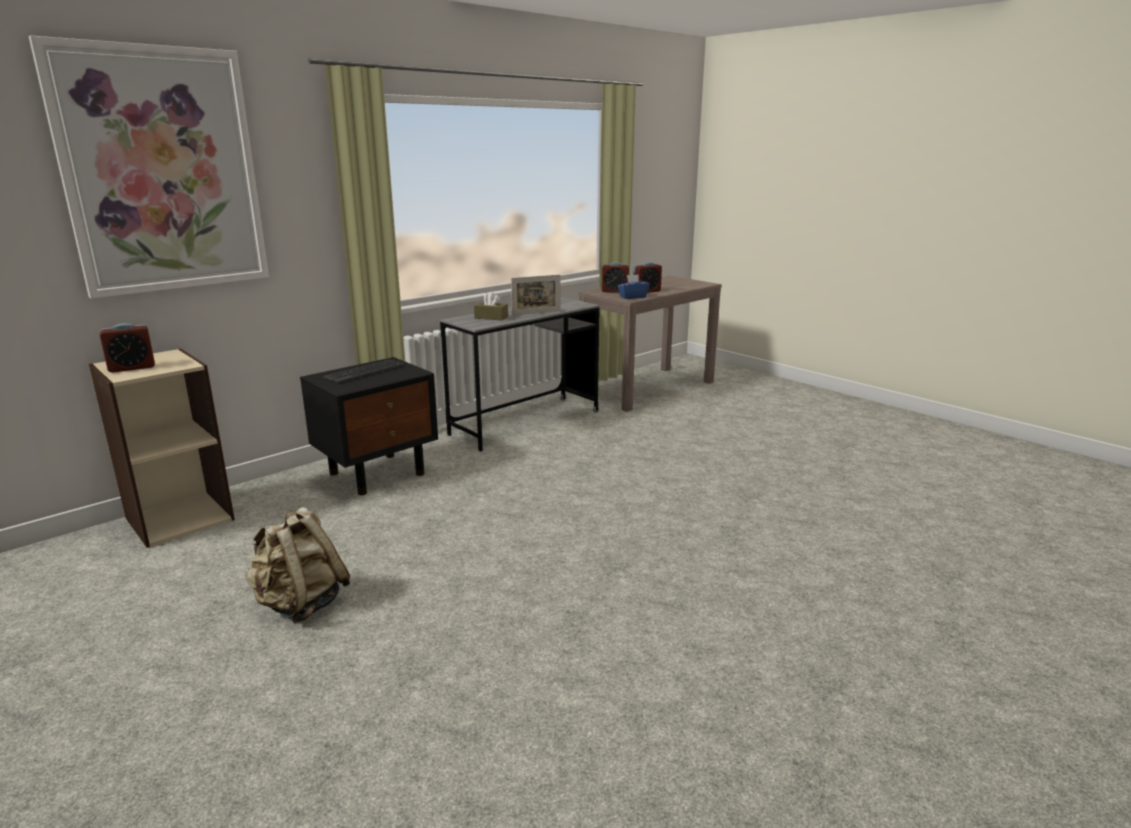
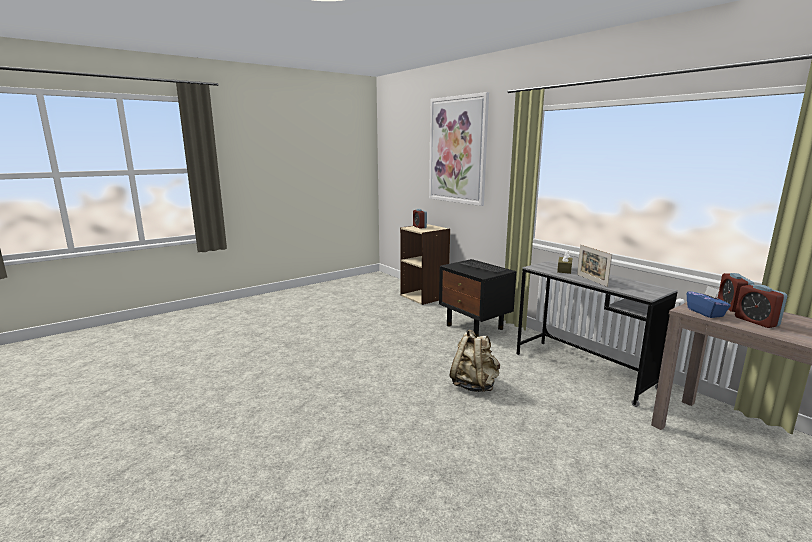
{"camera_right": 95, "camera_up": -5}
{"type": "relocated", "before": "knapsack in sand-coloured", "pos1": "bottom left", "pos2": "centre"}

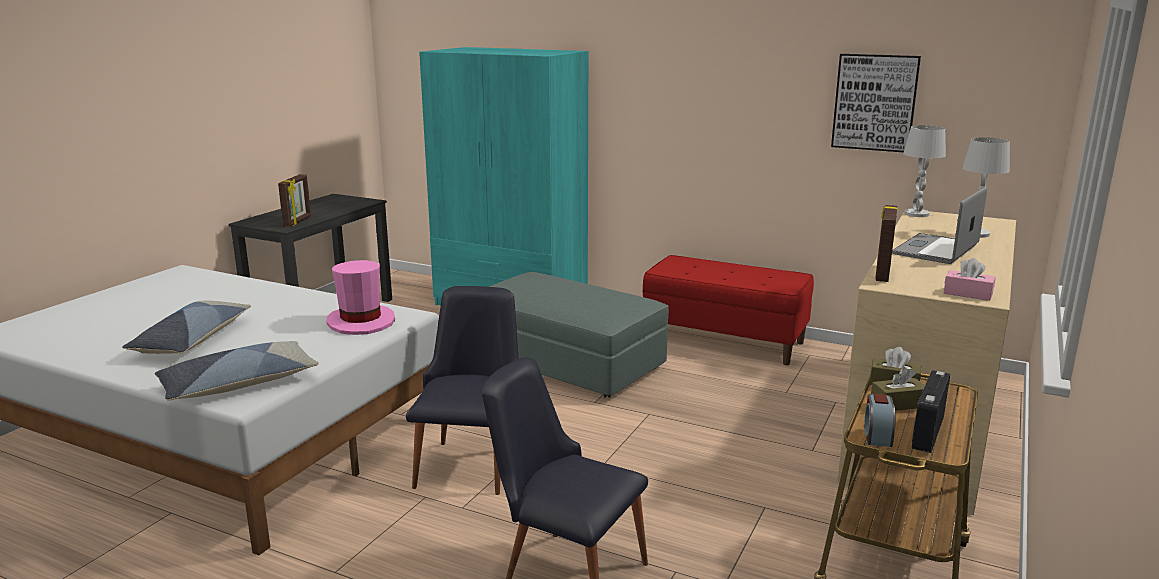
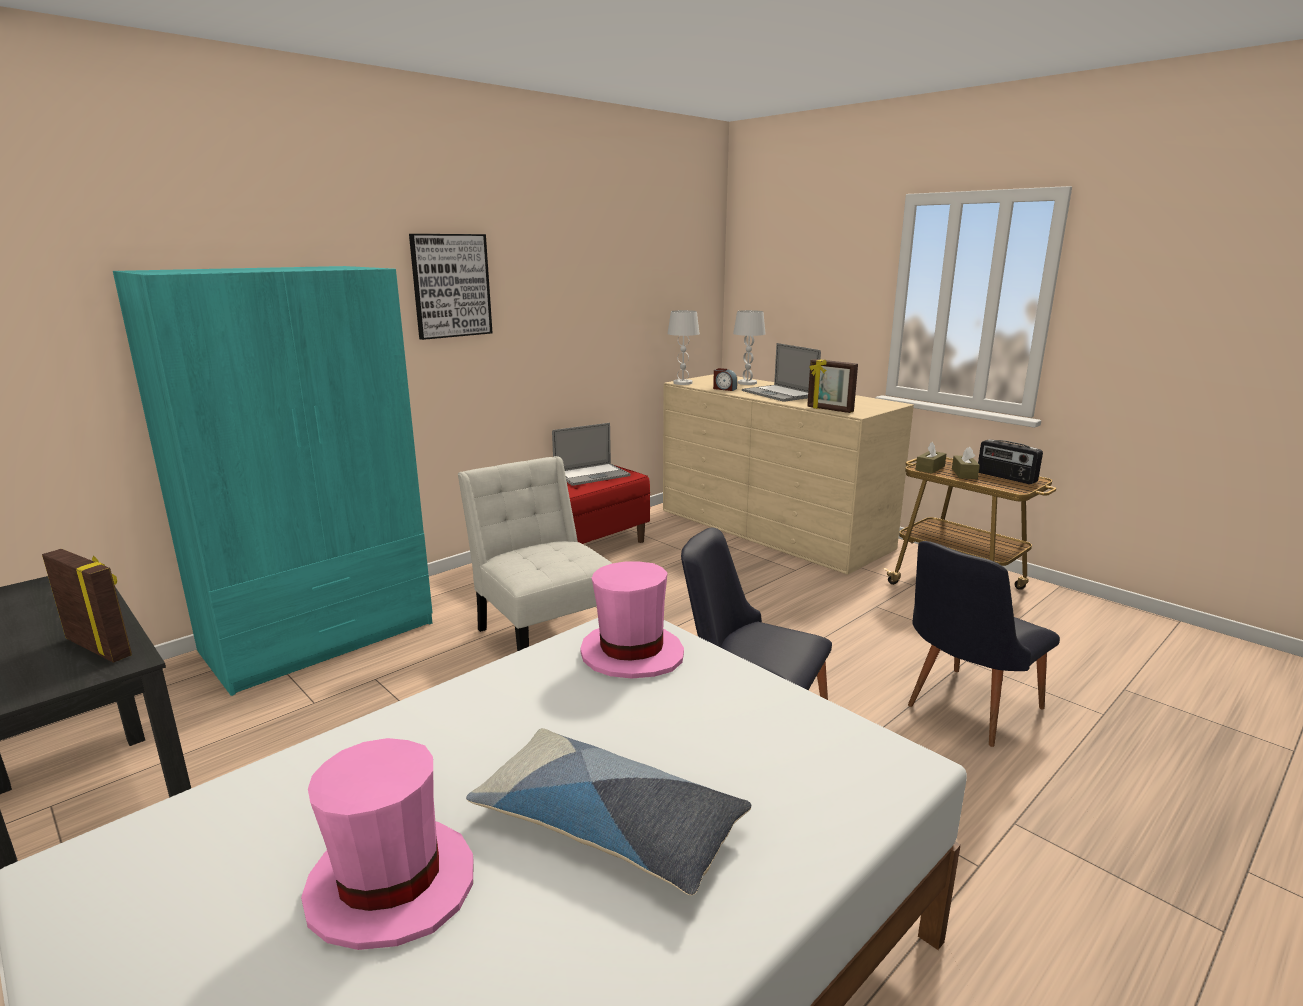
{"camera_right": -70, "camera_up": 0}
{"type": "missing", "before": "pillow (no. 2 from left)", "pos1": "middle left"}
{"type": "exchanged", "before": "ottoman in grey", "after": "chair in white-coloured", "pos1": "centre", "pos2": "centre"}
{"type": "relocated", "before": "wall art", "pos1": "top right", "pos2": "top centre"}
{"type": "relocated", "before": "bedside clock", "pos1": "bottom right", "pos2": "centre"}
{"type": "missing", "before": "tissue box in pink", "pos1": "middle right"}
{"type": "appeared", "after": "clothing hat in pink (no. 1 from left)", "pos2": "bottom left"}
{"type": "appeared", "after": "notebook computer (no. 1 from left)", "pos2": "centre"}

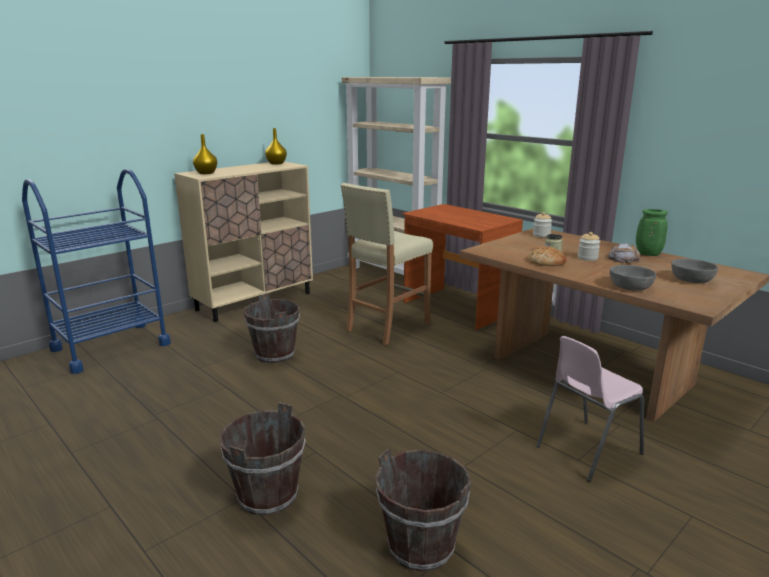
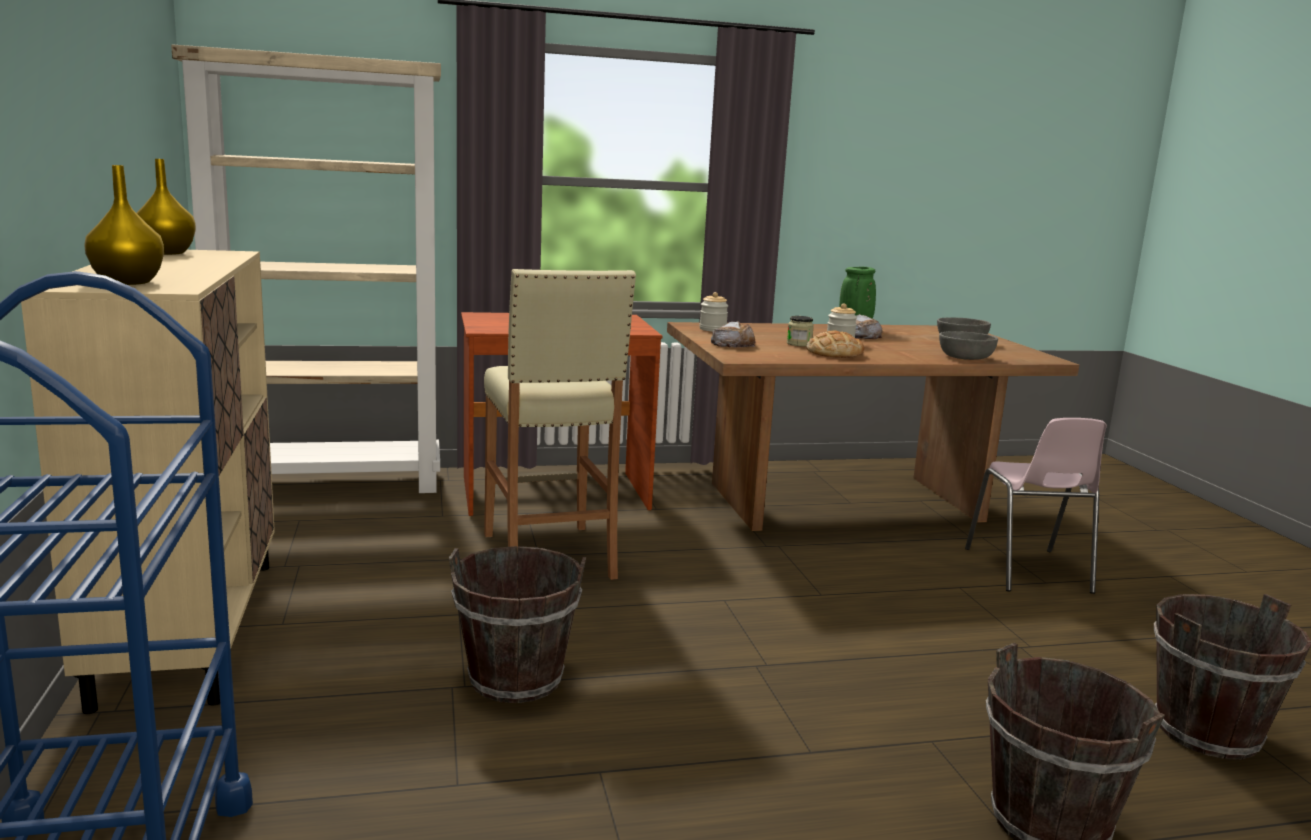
{"camera_right": -60, "camera_up": -5}
{"type": "appeared", "after": "bread (no. 1 from left)", "pos2": "centre"}

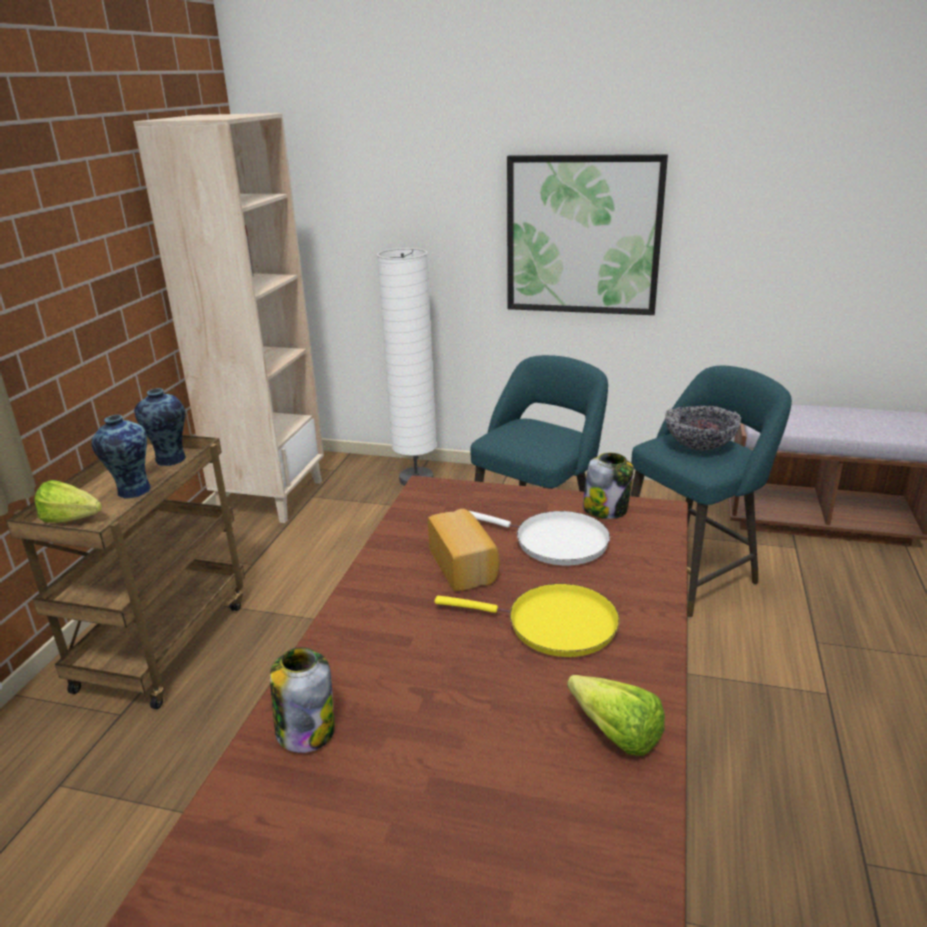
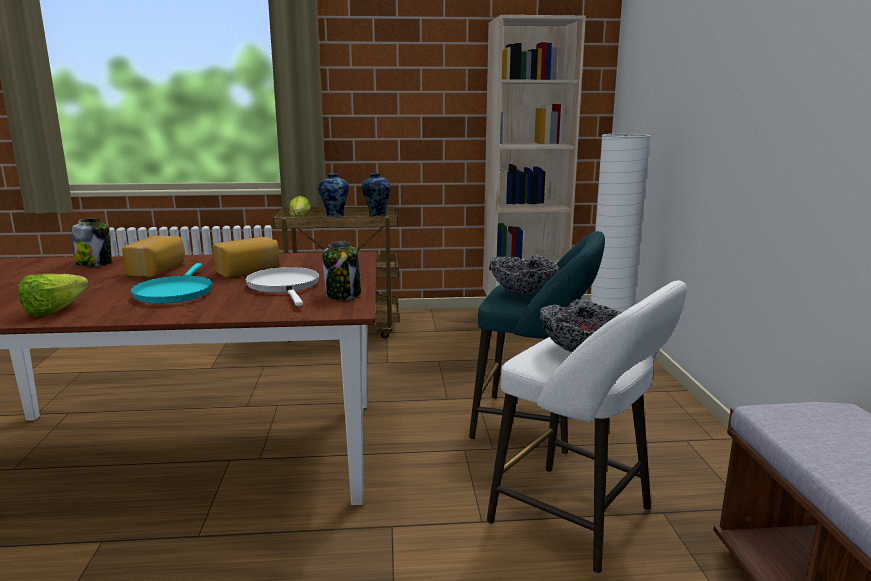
{"camera_right": 70, "camera_up": -10}
{"type": "colour", "before": "frying pan in yellowish", "after": "frying pan in turquoise", "pos1": "bottom centre", "pos2": "middle left"}
{"type": "spun", "before": "frying pan in white-coloured", "pos1": "centre", "pos2": "middle left", "turn": 150}
{"type": "missing", "before": "wall art", "pos1": "top centre"}
{"type": "colour", "before": "stool seat in turquoise (no. 2 from left)", "after": "stool seat in white-coloured", "pos1": "middle right", "pos2": "bottom right"}
{"type": "appeared", "after": "bread (no. 1 from left)", "pos2": "middle left"}
{"type": "appeared", "after": "deep dish (no. 1 from left)", "pos2": "centre"}

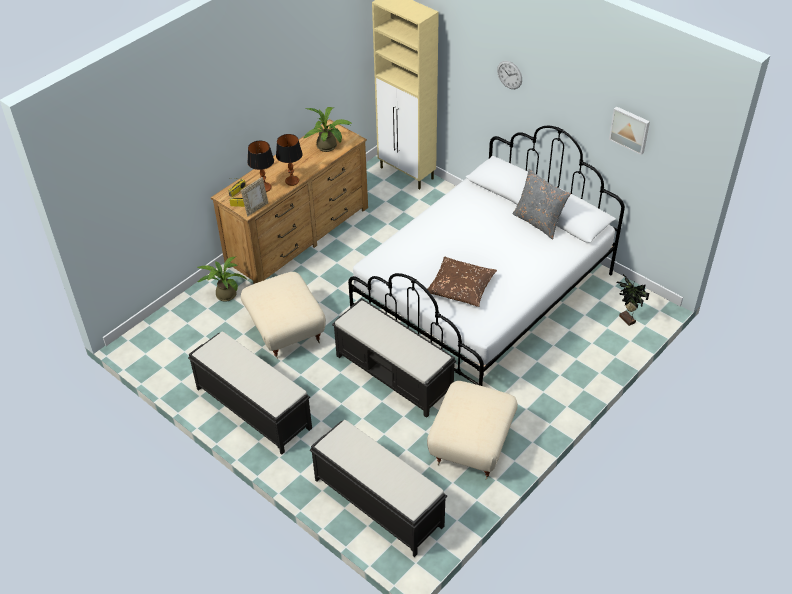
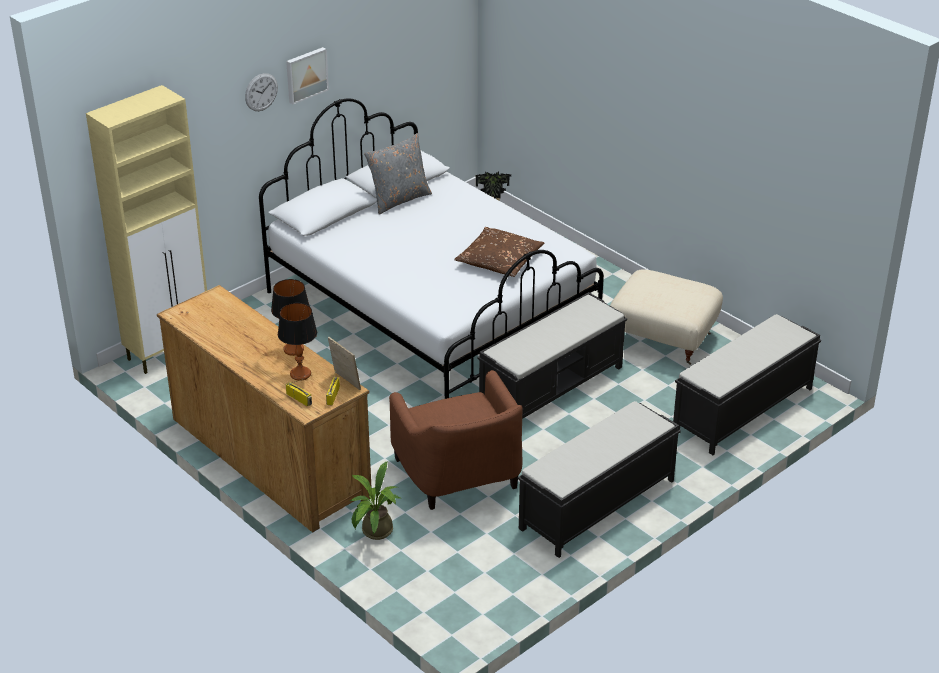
{"camera_right": -85, "camera_up": -10}
{"type": "exchanged", "before": "ottoman in sand-coloured (no. 1 from left)", "after": "armchair in brown", "pos1": "centre", "pos2": "centre"}
{"type": "missing", "before": "plant in a pot (no. 2 from left)", "pos1": "top centre"}
{"type": "relocated", "before": "wall art", "pos1": "top right", "pos2": "top left"}

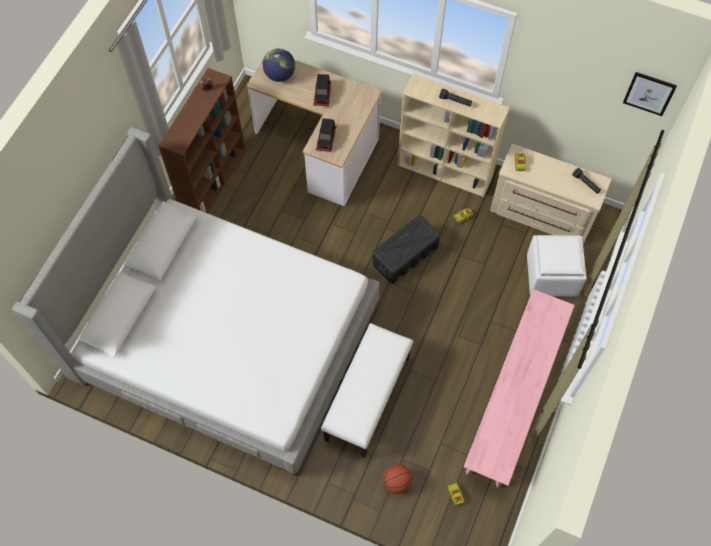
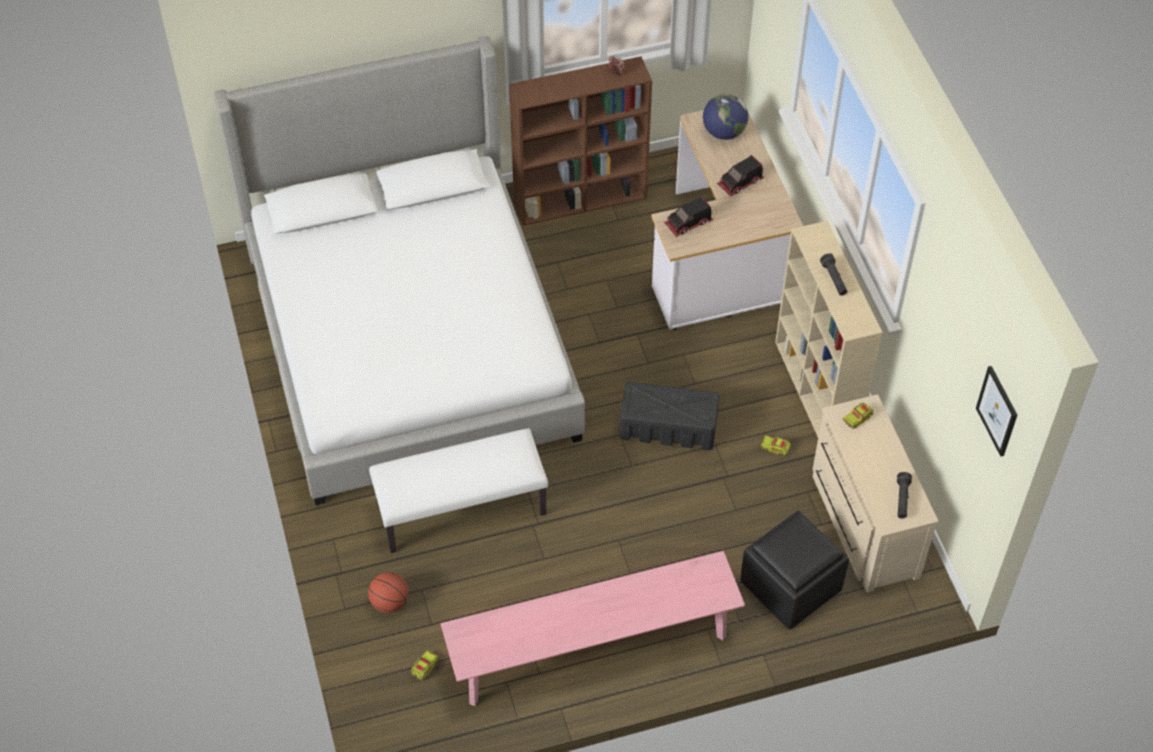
{"camera_right": 50, "camera_up": -10}
{"type": "colour", "before": "ottoman in white-coloured", "after": "ottoman in blackish", "pos1": "middle right", "pos2": "bottom right"}

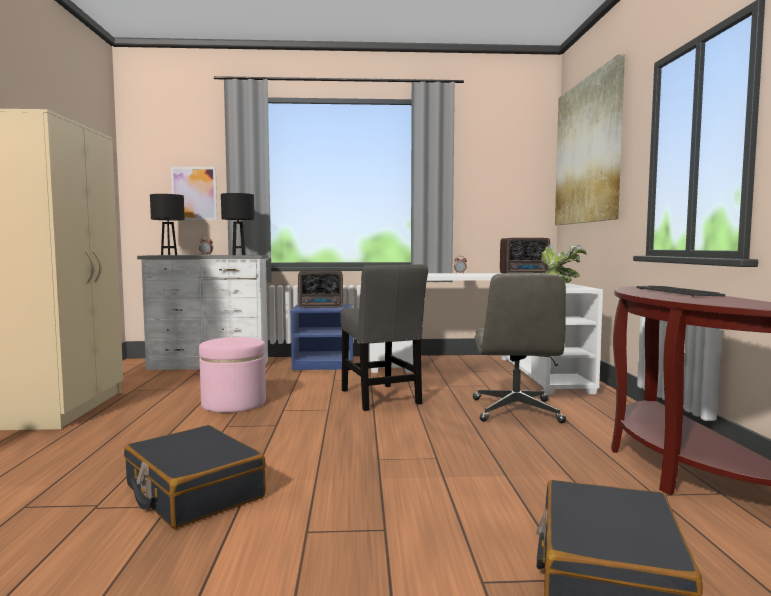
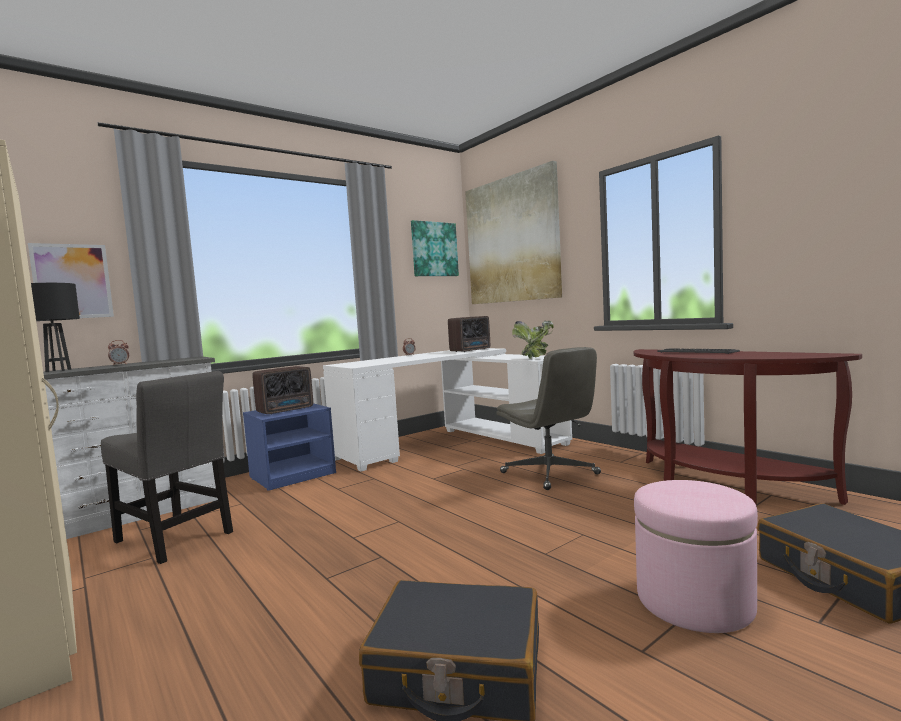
{"camera_right": -35, "camera_up": 0}
{"type": "relocated", "before": "ottoman in pink", "pos1": "middle left", "pos2": "bottom right"}
{"type": "missing", "before": "lamp for a table in blackish (no. 2 from left)", "pos1": "middle left"}
{"type": "relocated", "before": "chair in grey", "pos1": "centre", "pos2": "middle left"}
{"type": "appeared", "after": "wall art (no. 2 from left)", "pos2": "centre"}

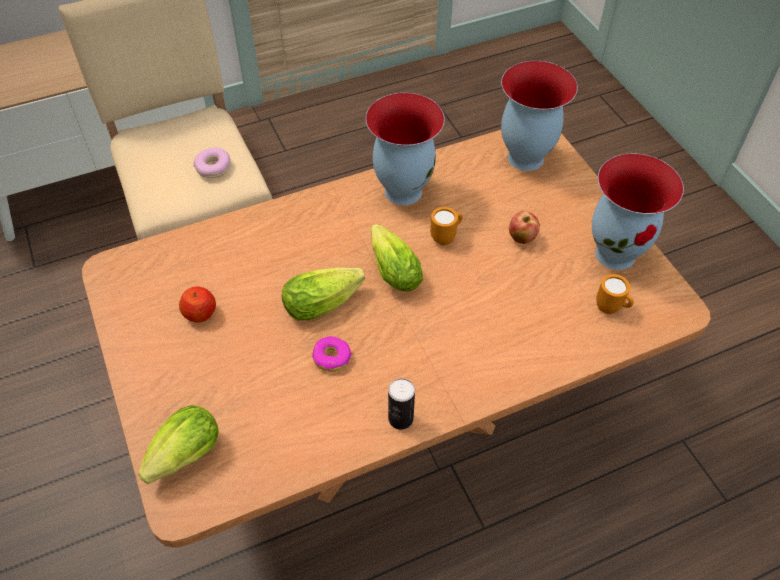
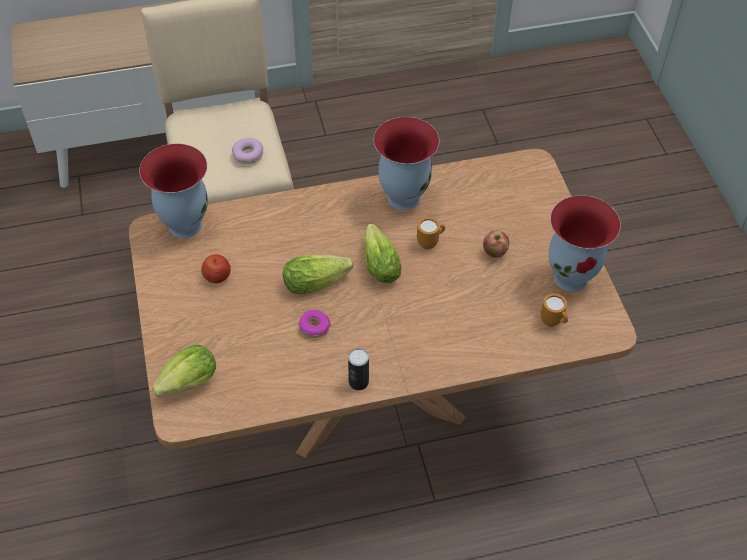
{"camera_right": 10, "camera_up": 0}
{"type": "relocated", "before": "decorative vase (no. 2 from left in the first image)", "after": "decorative vase (no. 1 from left)", "pos1": "top right", "pos2": "middle left"}

